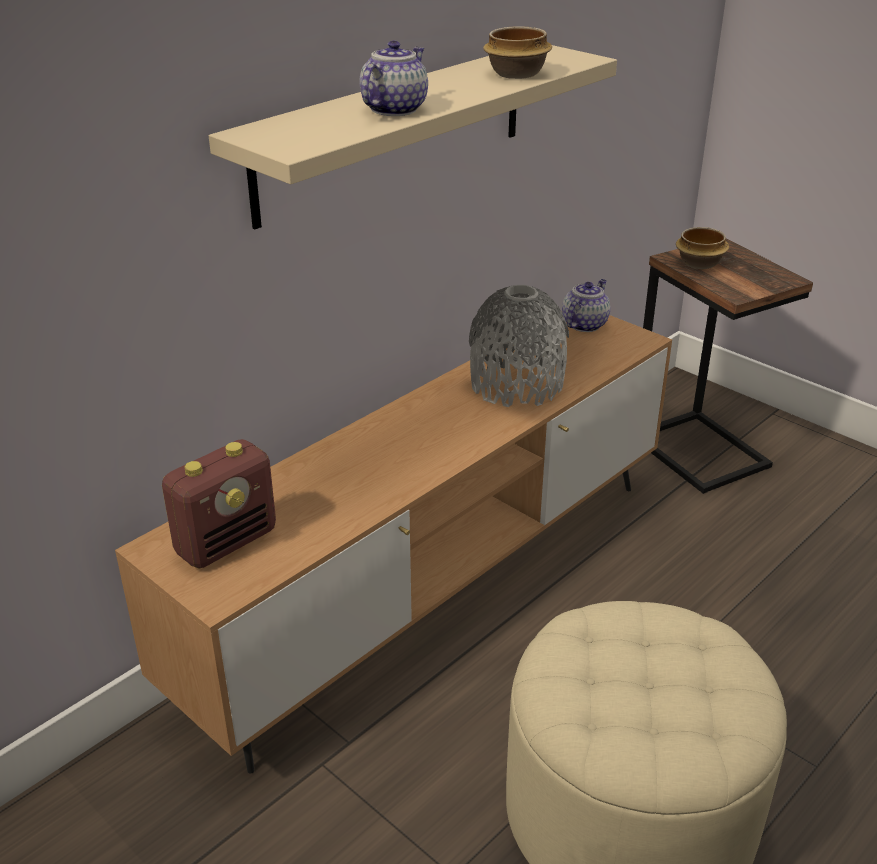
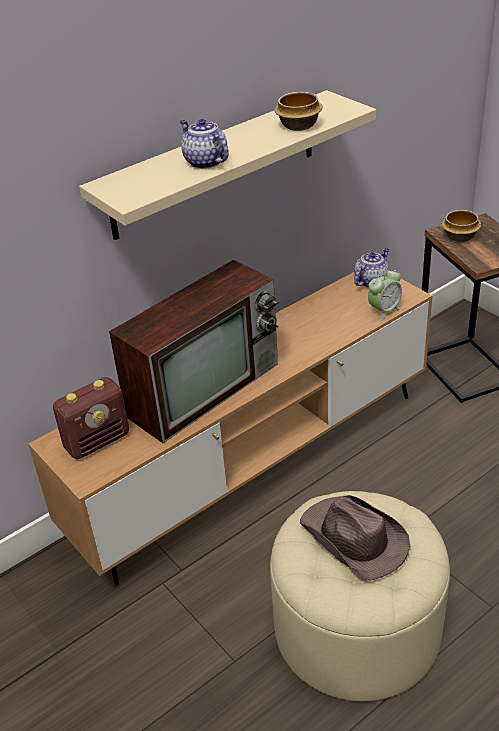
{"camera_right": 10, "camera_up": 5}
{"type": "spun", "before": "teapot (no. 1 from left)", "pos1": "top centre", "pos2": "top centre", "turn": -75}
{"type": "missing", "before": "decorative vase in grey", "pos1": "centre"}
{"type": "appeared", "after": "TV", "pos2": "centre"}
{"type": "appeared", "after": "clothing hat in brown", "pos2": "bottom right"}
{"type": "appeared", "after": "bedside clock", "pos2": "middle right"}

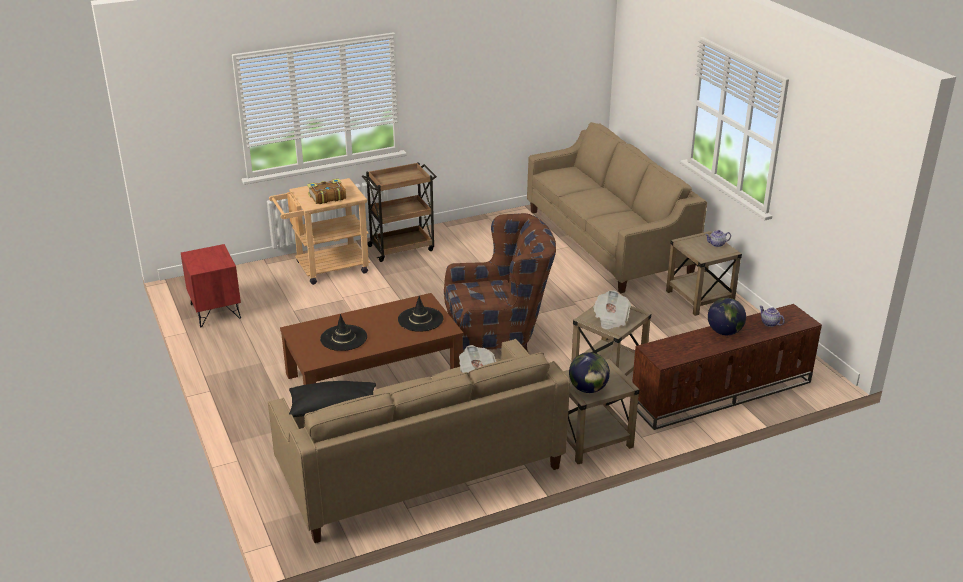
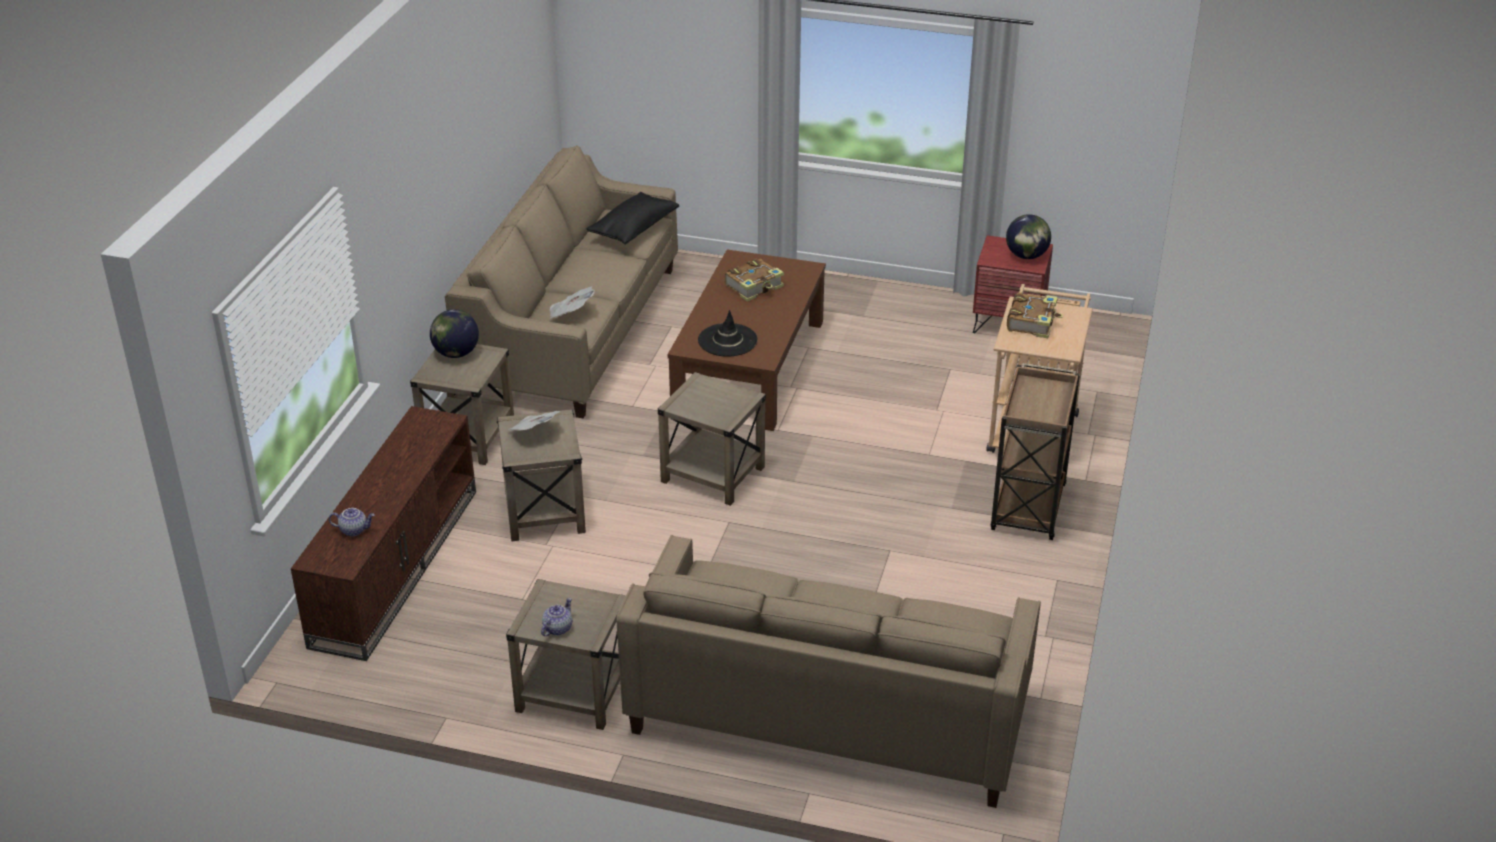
{"camera_right": 130, "camera_up": 5}
{"type": "exchanged", "before": "clothing hat in blackish (no. 1 from left)", "after": "book (no. 1 from left)", "pos1": "centre", "pos2": "top centre"}
{"type": "exchanged", "before": "armchair in brown", "after": "accent table in sand-coloured (no. 4 from left)", "pos1": "centre", "pos2": "centre"}
{"type": "relocated", "before": "globe (no. 2 from left)", "pos1": "middle right", "pos2": "top right"}

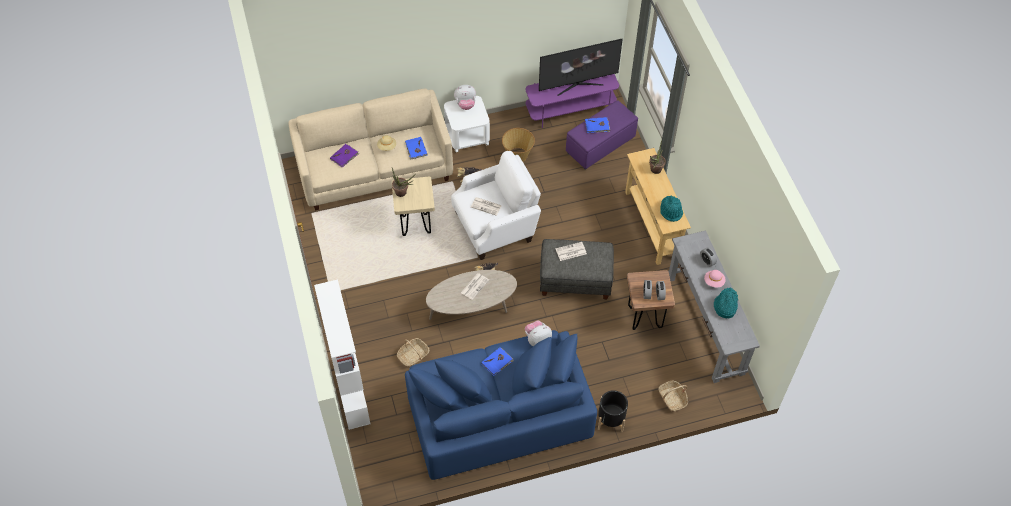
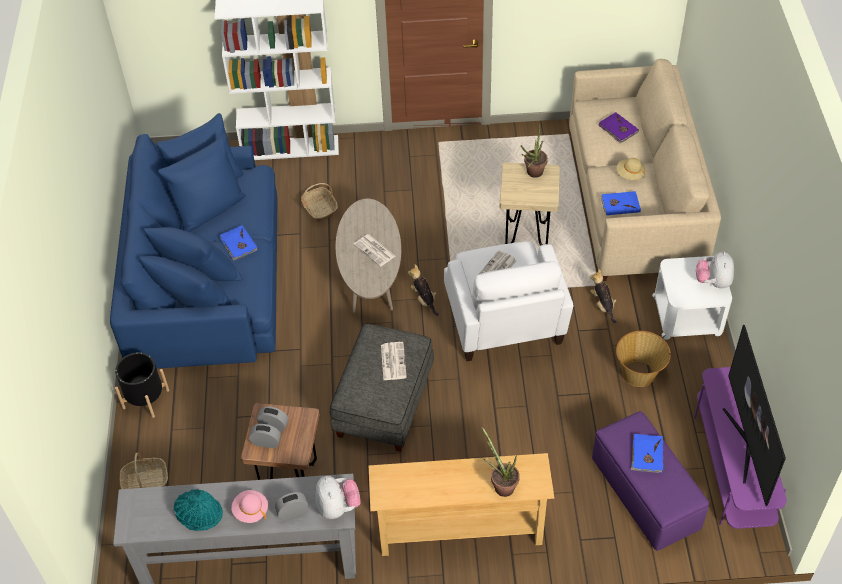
{"camera_right": 105, "camera_up": -5}
{"type": "relocated", "before": "plush toy (no. 4 from left in the first image)", "after": "plush toy (no. 1 from left)", "pos1": "centre", "pos2": "bottom centre"}
{"type": "missing", "before": "clothing hat in turquoise (no. 1 from left)", "pos1": "centre"}

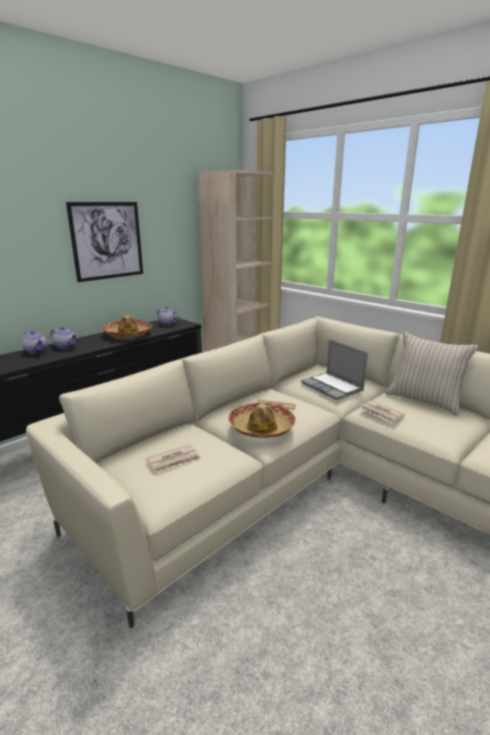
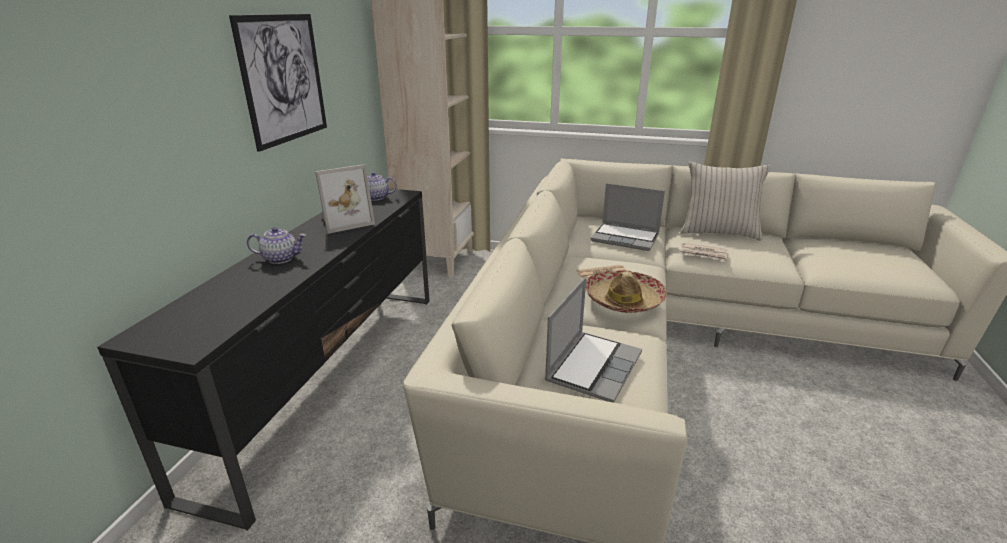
{"camera_right": -30, "camera_up": 5}
{"type": "missing", "before": "teapot (no. 1 from left)", "pos1": "middle left"}
{"type": "exchanged", "before": "clothing hat (no. 1 from left)", "after": "picture frame", "pos1": "middle left", "pos2": "centre"}
{"type": "exchanged", "before": "daily paper (no. 1 from left)", "after": "notebook computer (no. 1 from left)", "pos1": "centre", "pos2": "centre"}

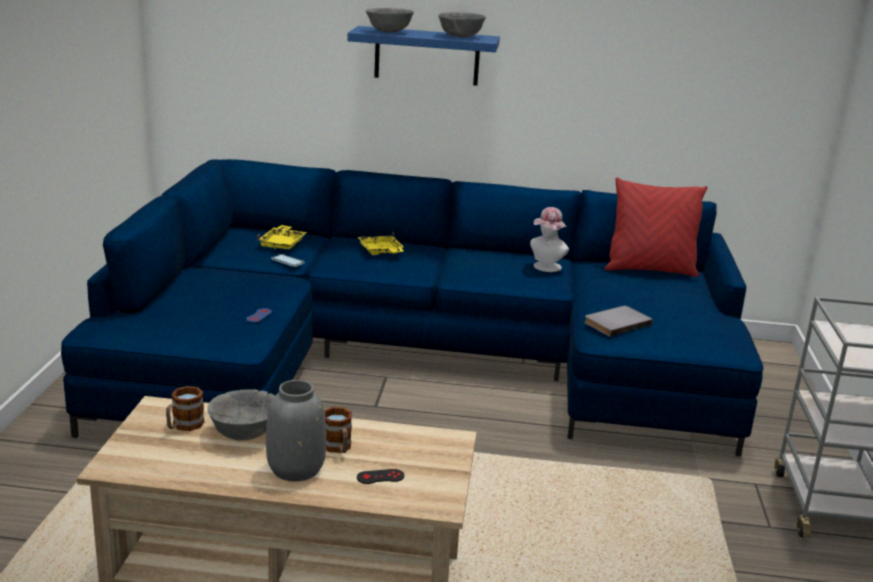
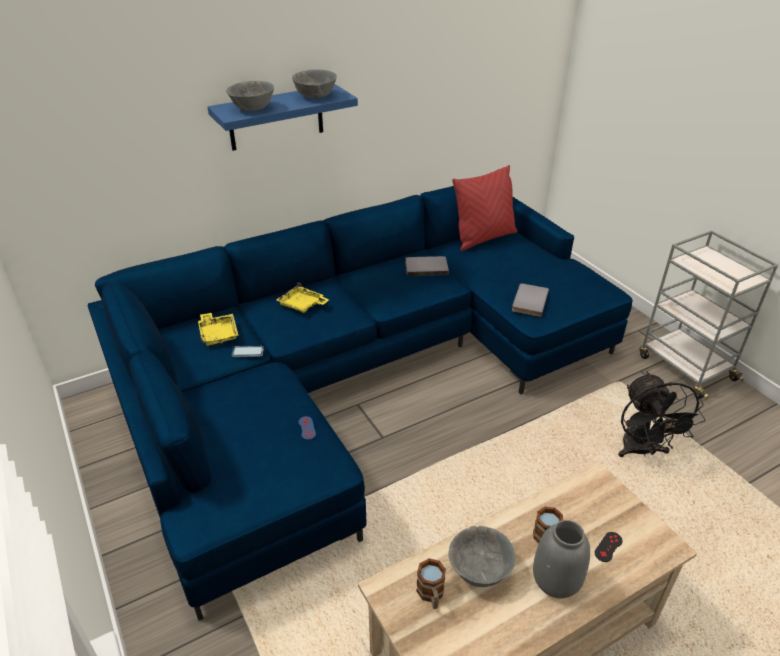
{"camera_right": -35, "camera_up": 15}
{"type": "exchanged", "before": "clothing hat", "after": "book in grey (no. 1 from left)", "pos1": "centre", "pos2": "centre"}
{"type": "appeared", "after": "cooling fan in blackish", "pos2": "middle right"}

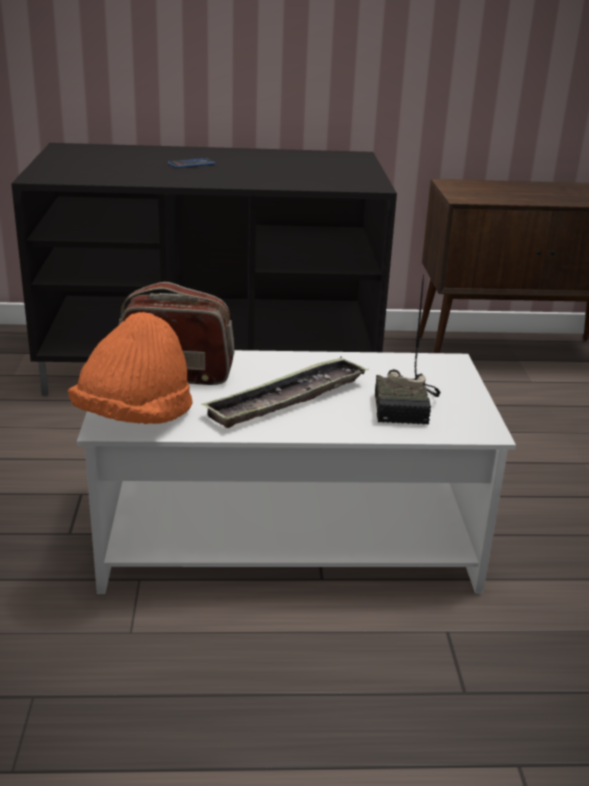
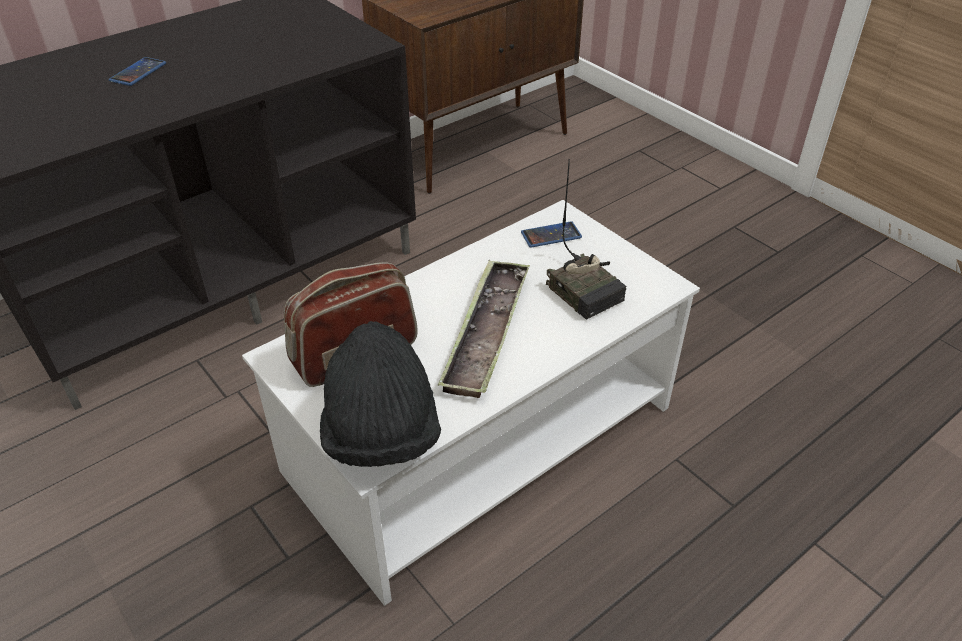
{"camera_right": -35, "camera_up": 15}
{"type": "colour", "before": "clothing hat in orangey", "after": "clothing hat in blackish", "pos1": "middle left", "pos2": "centre"}
{"type": "appeared", "after": "phone (no. 2 from left)", "pos2": "centre"}

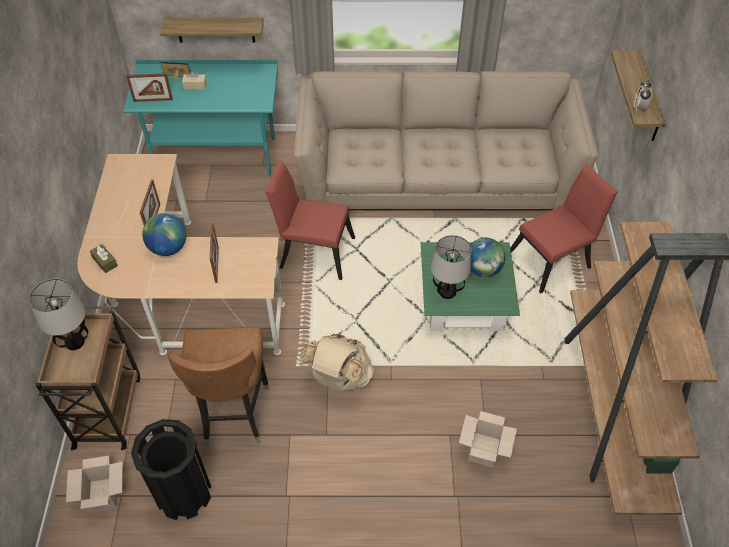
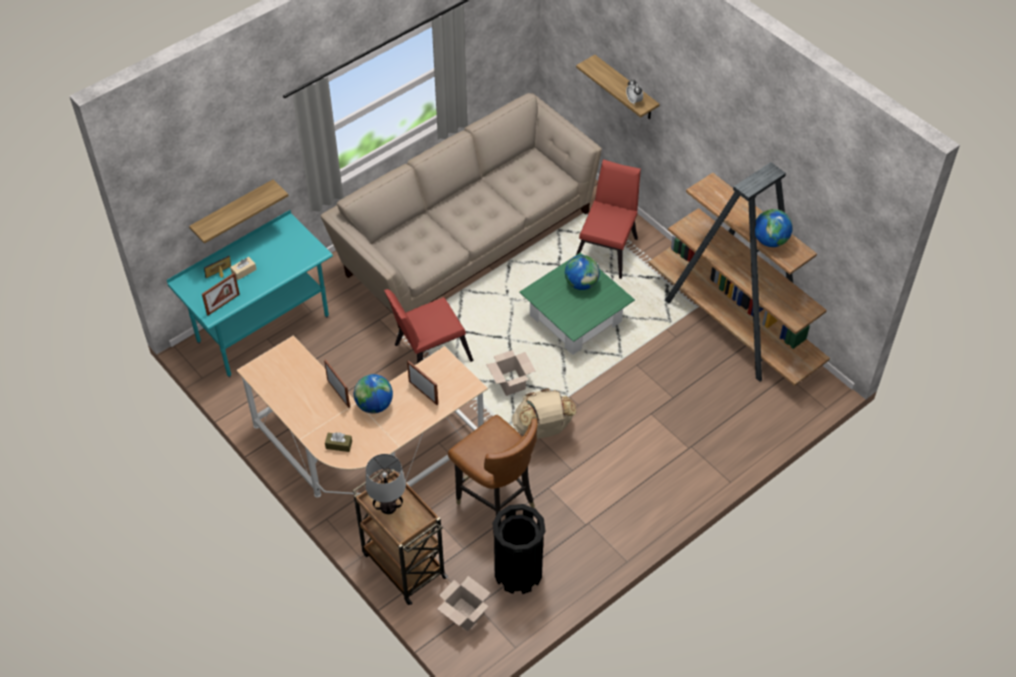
{"camera_right": -40, "camera_up": 0}
{"type": "missing", "before": "lamp for a table (no. 2 from left)", "pos1": "centre"}
{"type": "relocated", "before": "packing box (no. 2 from left)", "pos1": "bottom right", "pos2": "centre"}
{"type": "appeared", "after": "globe (no. 3 from left)", "pos2": "middle right"}

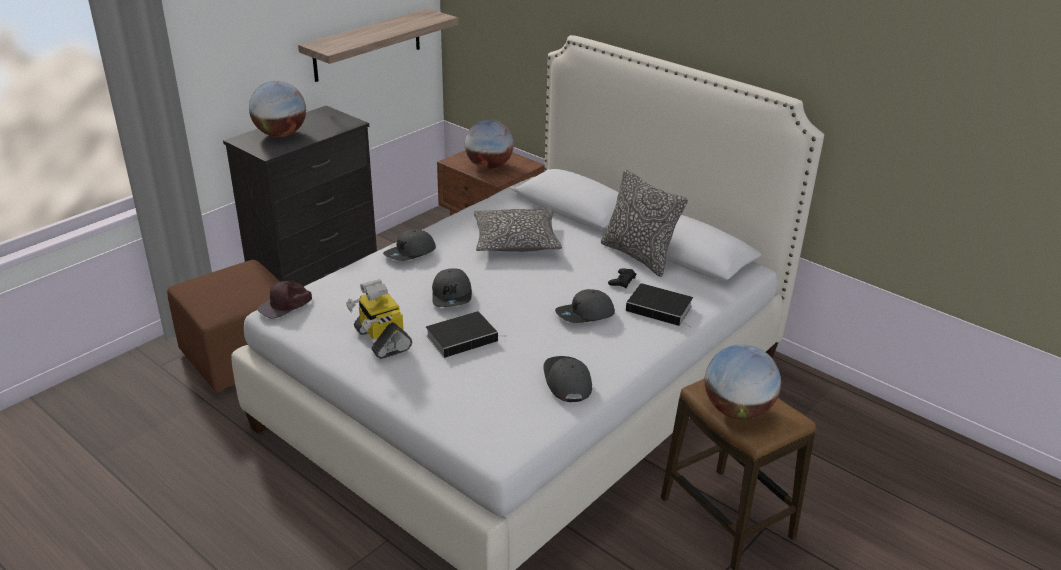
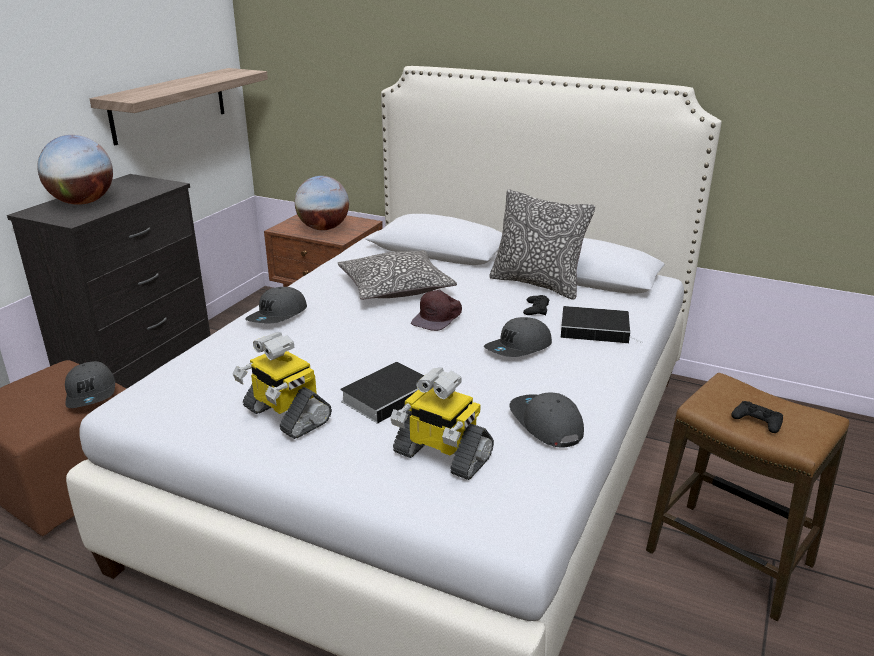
{"camera_right": -15, "camera_up": -5}
{"type": "relocated", "before": "baseball cap in brown", "pos1": "middle left", "pos2": "centre"}
{"type": "relocated", "before": "baseball cap in grey (no. 2 from left in the first image)", "after": "baseball cap in grey (no. 1 from left)", "pos1": "centre", "pos2": "middle left"}
{"type": "exchanged", "before": "globe (no. 3 from left)", "after": "joypad in blackish (no. 2 from left)", "pos1": "bottom right", "pos2": "middle right"}
{"type": "appeared", "after": "model robot (no. 2 from left)", "pos2": "centre"}

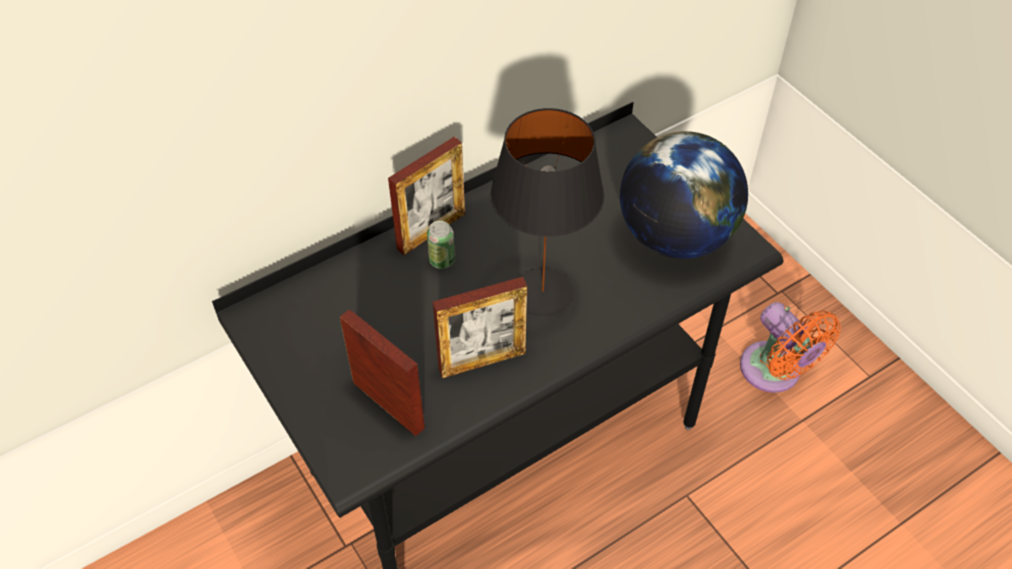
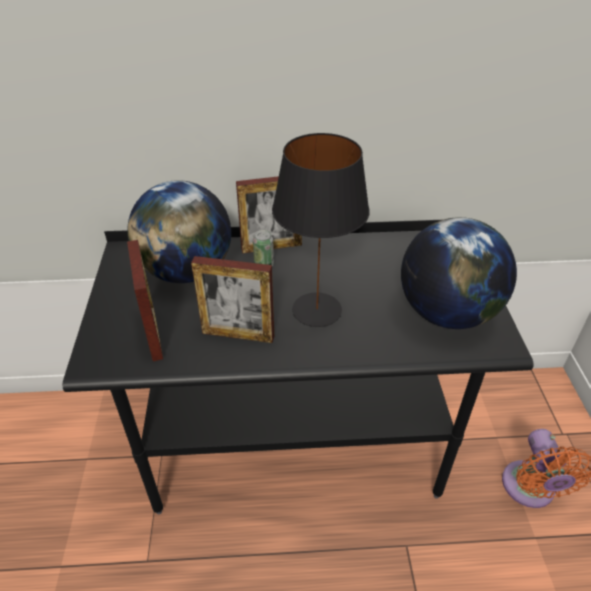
{"camera_right": 30, "camera_up": -10}
{"type": "appeared", "after": "globe (no. 1 from left)", "pos2": "middle left"}

